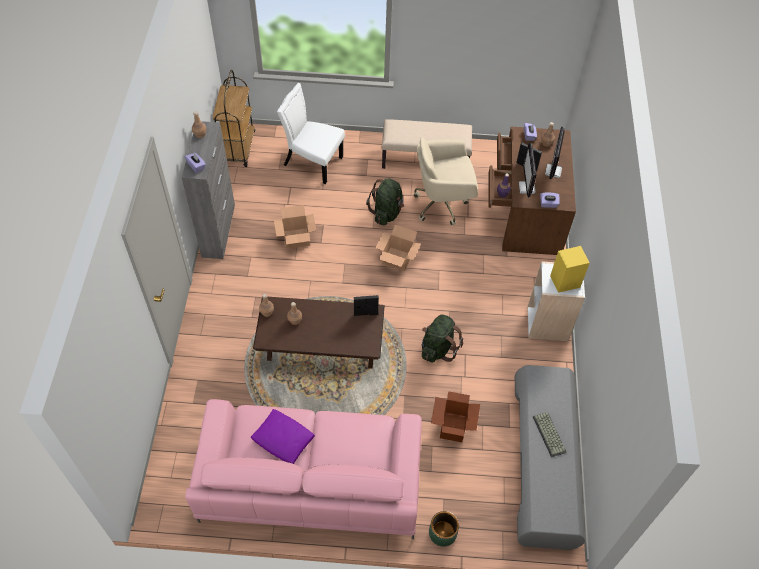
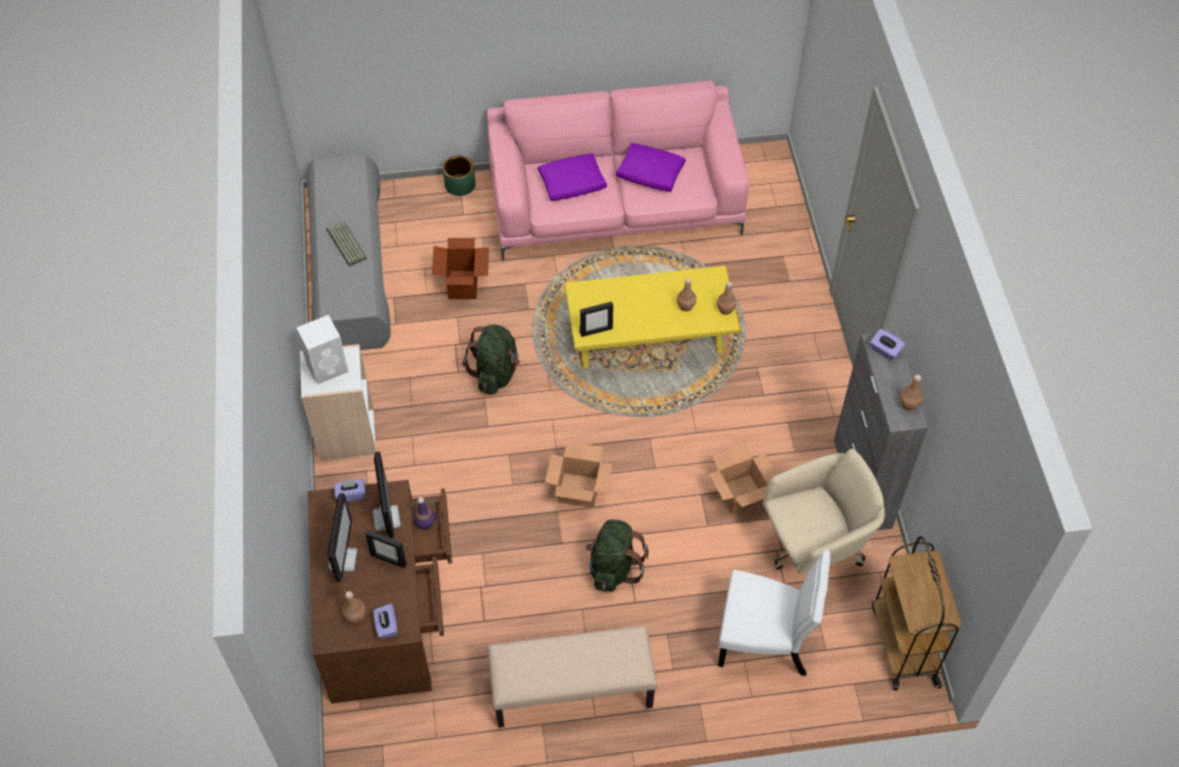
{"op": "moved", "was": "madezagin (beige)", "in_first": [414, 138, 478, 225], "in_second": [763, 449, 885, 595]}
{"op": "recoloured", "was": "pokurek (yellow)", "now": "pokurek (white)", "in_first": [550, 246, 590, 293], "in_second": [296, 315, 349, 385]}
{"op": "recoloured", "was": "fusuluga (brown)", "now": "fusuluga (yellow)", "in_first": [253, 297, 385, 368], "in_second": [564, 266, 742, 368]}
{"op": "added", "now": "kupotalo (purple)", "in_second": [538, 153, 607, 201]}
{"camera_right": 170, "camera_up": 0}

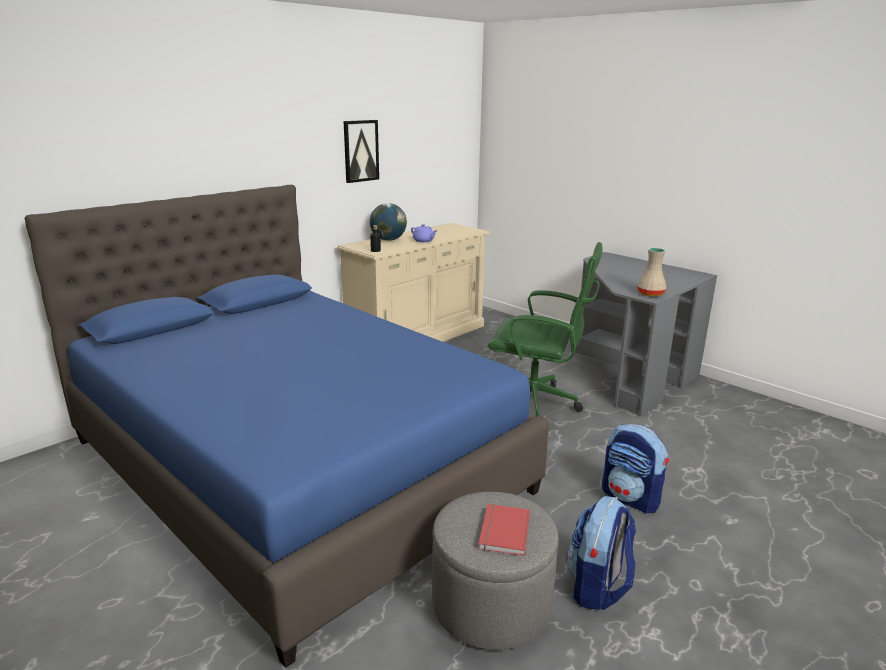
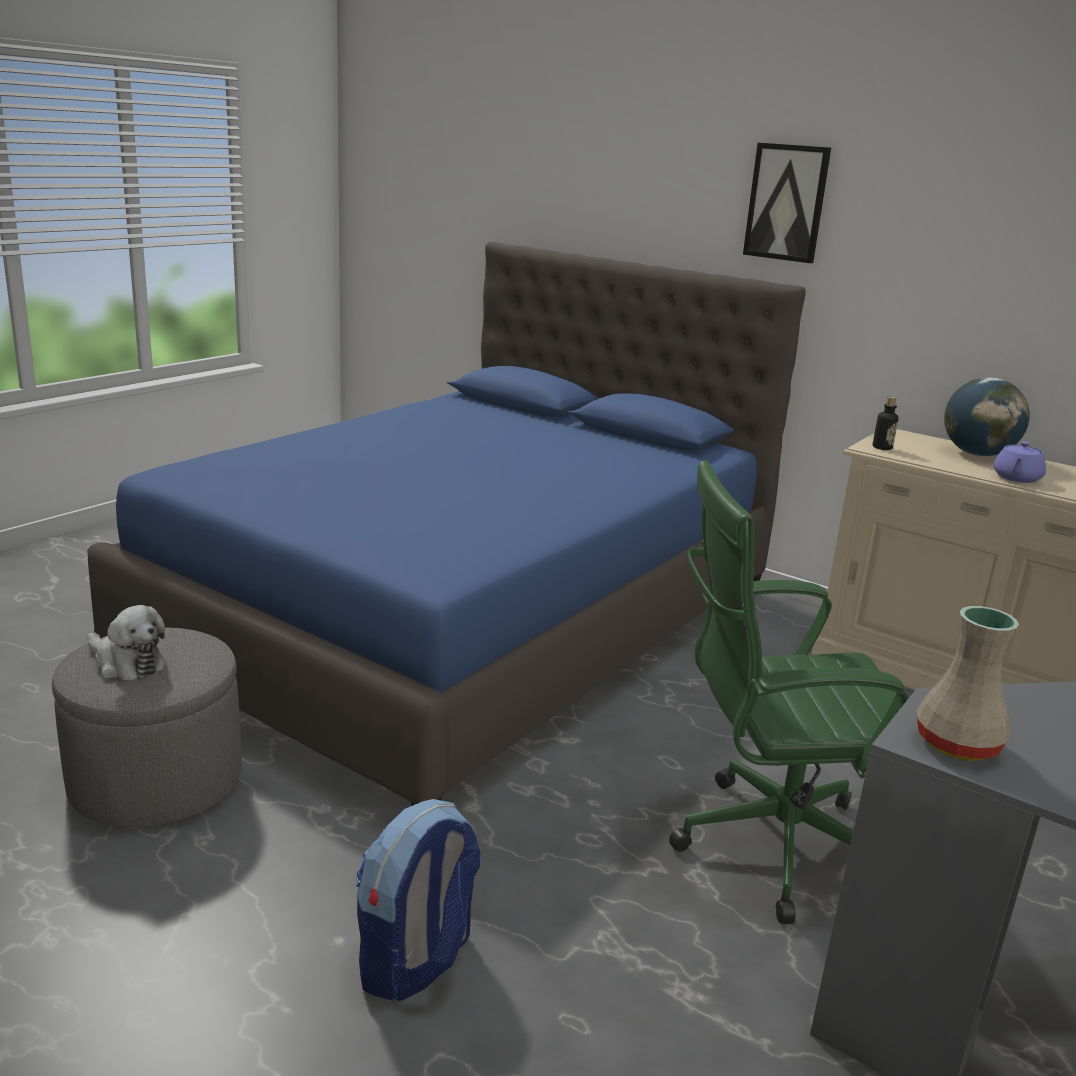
{"op": "moved", "was": "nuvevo", "in_first": [344, 120, 379, 183], "in_second": [743, 143, 831, 263]}
{"op": "turned", "was": "madezagin (green)", "in_first": [488, 242, 603, 417], "in_second": [669, 460, 908, 924], "clockwise": 75}
{"op": "removed", "was": "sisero", "in_first": [566, 496, 636, 610]}
{"op": "replaced", "was": "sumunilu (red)", "now": "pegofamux", "in_first": [478, 504, 530, 556], "in_second": [87, 605, 166, 681]}
{"camera_right": 80, "camera_up": 0}

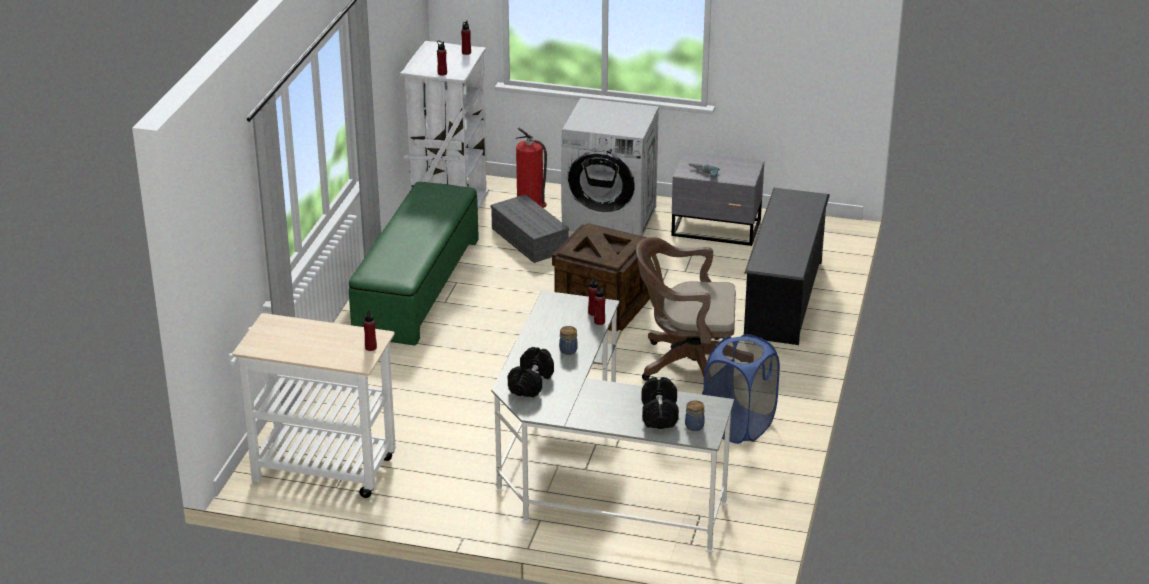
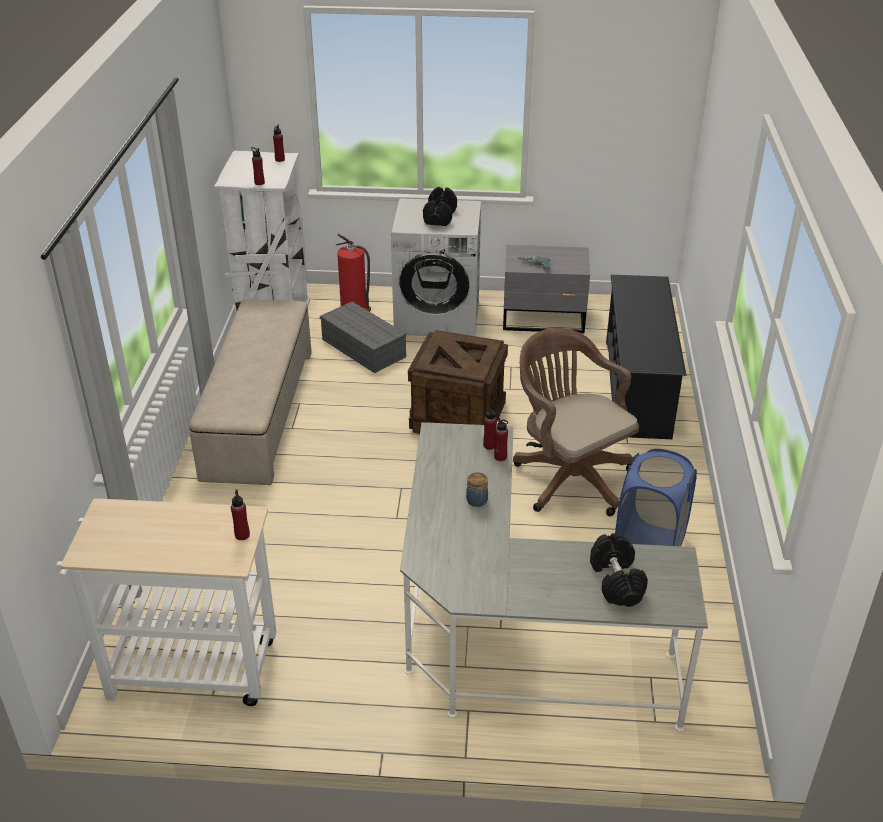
{"op": "recoloured", "was": "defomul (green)", "now": "defomul (beige)", "in_first": [349, 182, 479, 346], "in_second": [189, 299, 312, 485]}
{"op": "turned", "was": "madezagin (brown)", "in_first": [636, 237, 736, 395], "in_second": [513, 328, 639, 516], "clockwise": 60}
{"op": "moved", "was": "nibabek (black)", "in_first": [508, 347, 554, 397], "in_second": [423, 187, 457, 226]}
{"op": "removed", "was": "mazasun", "in_first": [685, 400, 705, 431]}
{"camera_right": -10, "camera_up": 5}

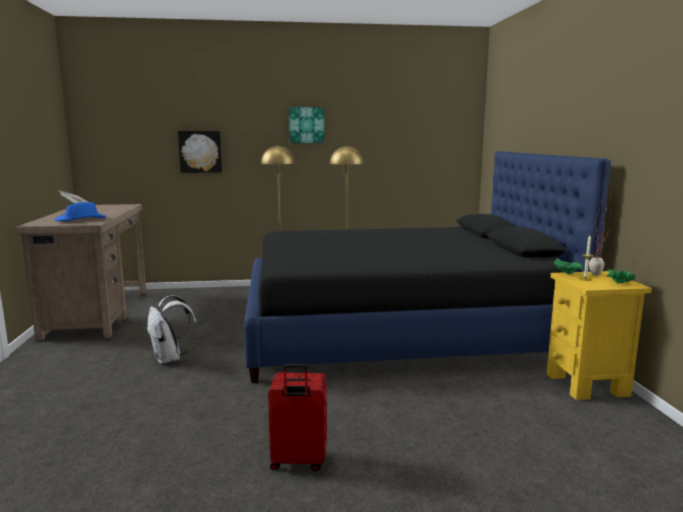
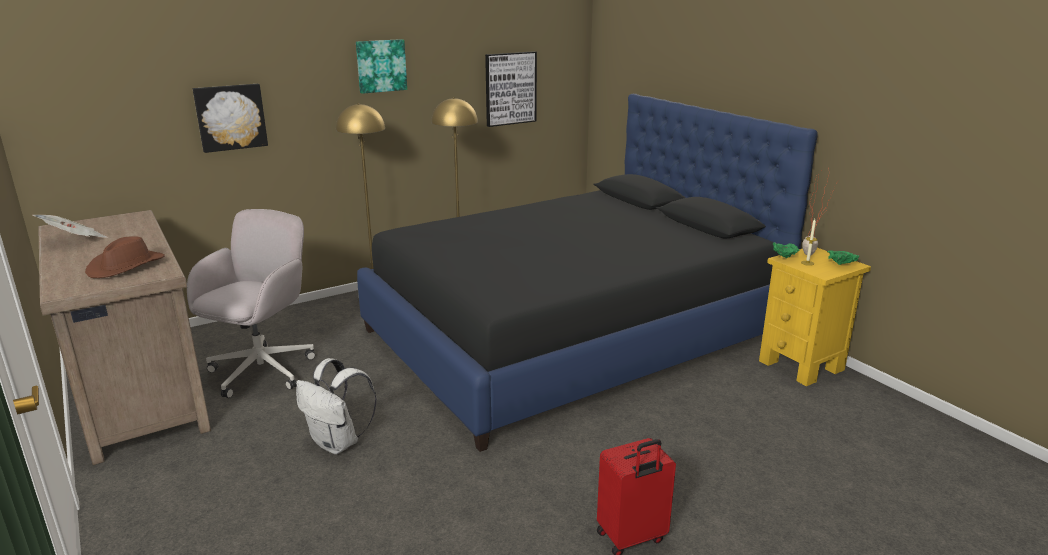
{"op": "recoloured", "was": "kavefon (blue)", "now": "kavefon (brown)", "in_first": [55, 202, 107, 221], "in_second": [85, 236, 165, 278]}
{"op": "added", "now": "nuvevo", "in_second": [485, 51, 537, 127]}
{"op": "added", "now": "madezagin (grey)", "in_second": [187, 209, 315, 398]}
{"camera_right": -25, "camera_up": 10}

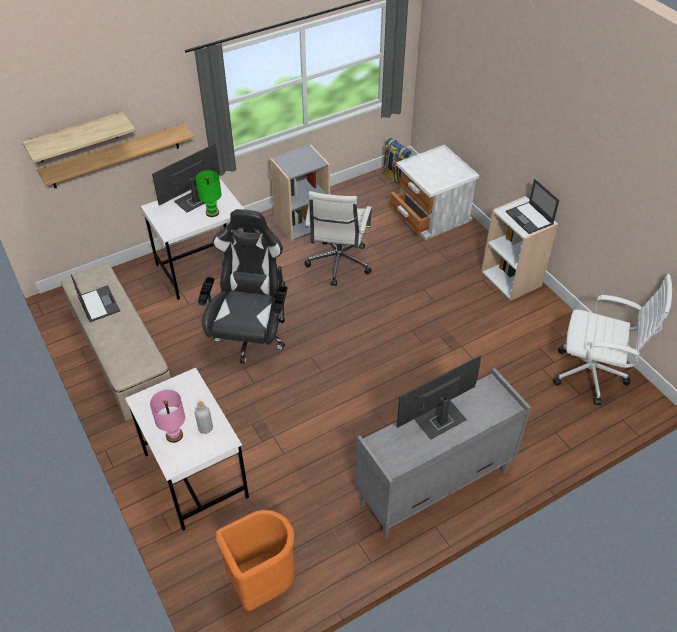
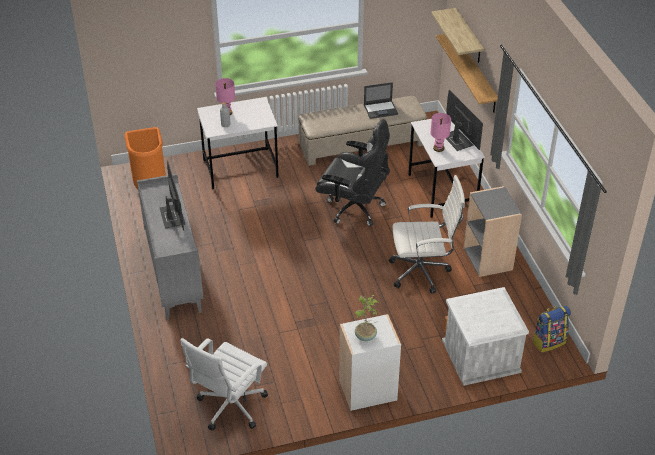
{"op": "recoloured", "was": "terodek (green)", "now": "terodek (pink)", "in_first": [195, 170, 222, 217], "in_second": [430, 113, 451, 152]}
{"op": "replaced", "was": "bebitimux", "now": "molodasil", "in_first": [506, 179, 559, 234], "in_second": [355, 295, 379, 341]}
{"op": "turned", "was": "madezagin (white)", "in_first": [304, 191, 372, 286], "in_second": [389, 175, 465, 294], "clockwise": 150}
{"camera_right": 105, "camera_up": -5}

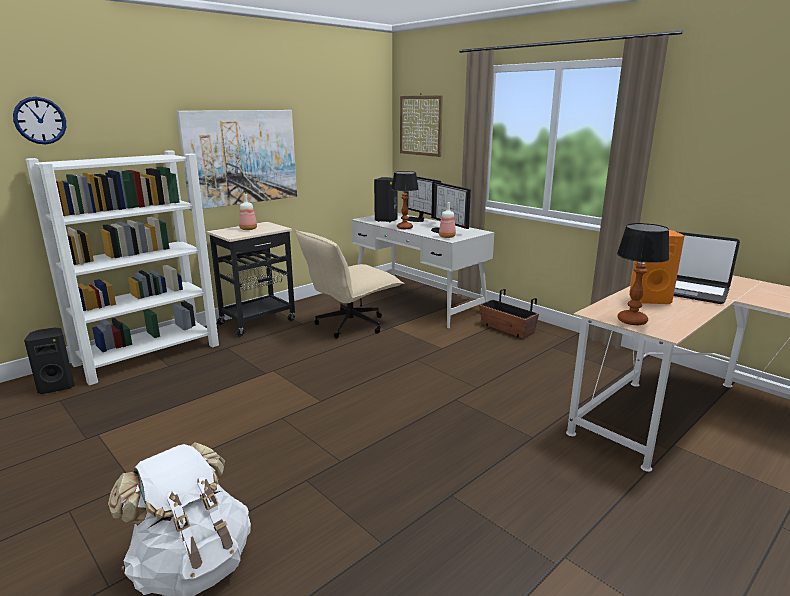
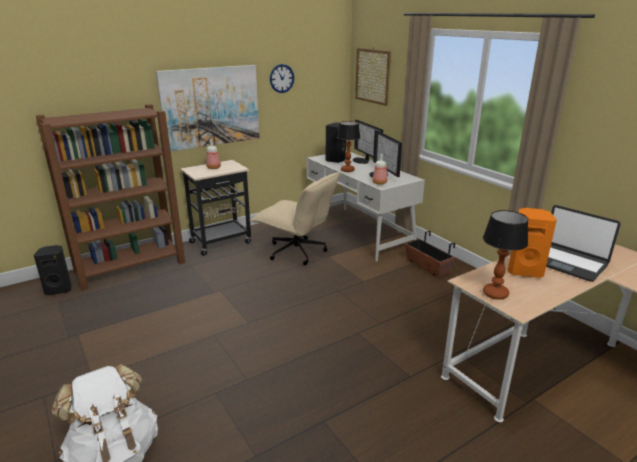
{"op": "moved", "was": "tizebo", "in_first": [13, 97, 66, 144], "in_second": [270, 64, 294, 93]}
{"op": "recoloured", "was": "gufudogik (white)", "now": "gufudogik (brown)", "in_first": [26, 150, 219, 385], "in_second": [36, 104, 185, 291]}
{"op": "turned", "was": "madezagin (beige)", "in_first": [295, 230, 404, 339], "in_second": [249, 172, 341, 265], "clockwise": -120}
{"camera_right": 10, "camera_up": 5}

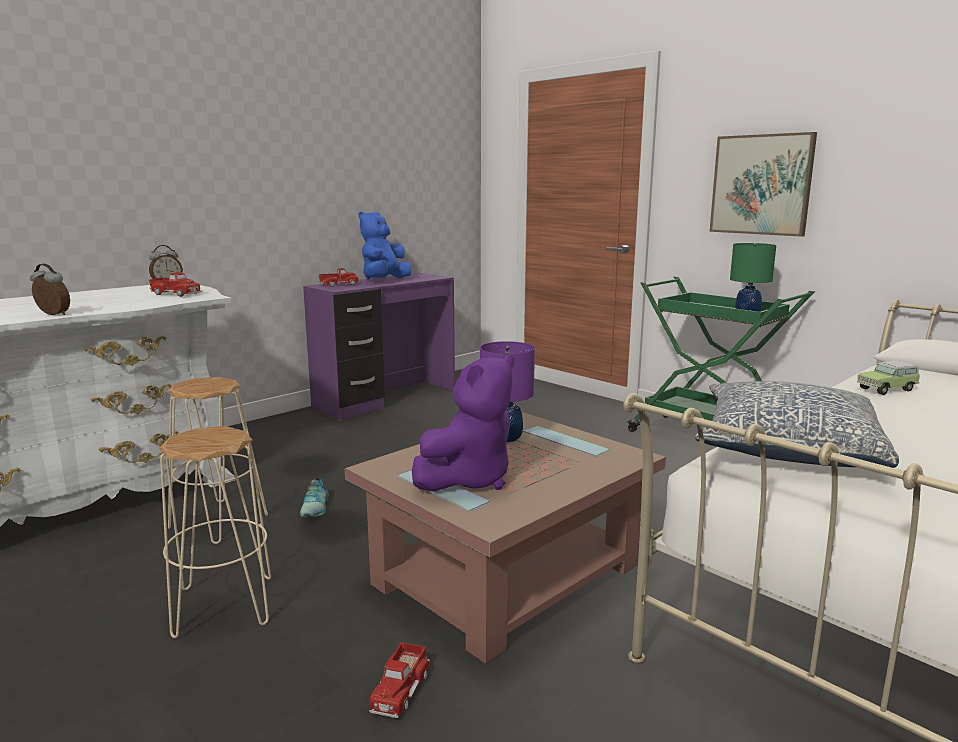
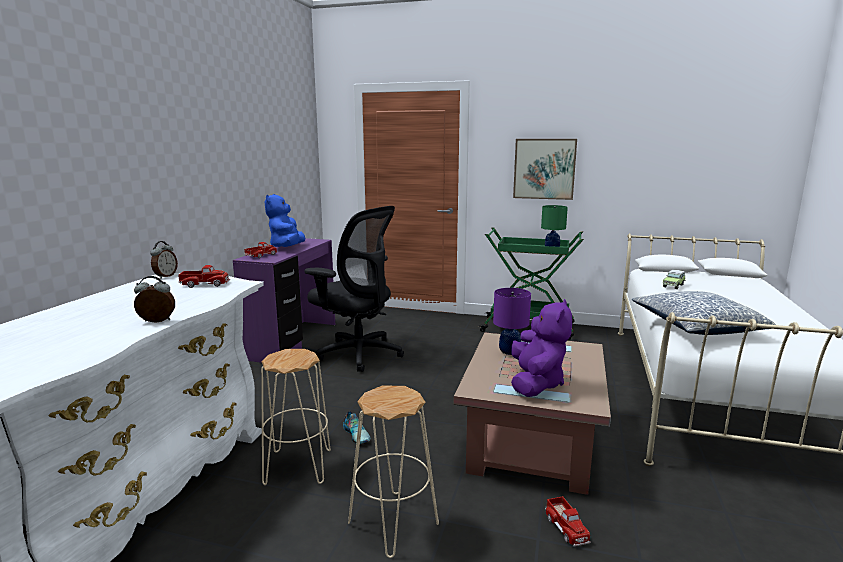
{"op": "added", "now": "madezagin (black)", "in_second": [305, 206, 404, 372]}
{"camera_right": -30, "camera_up": 0}

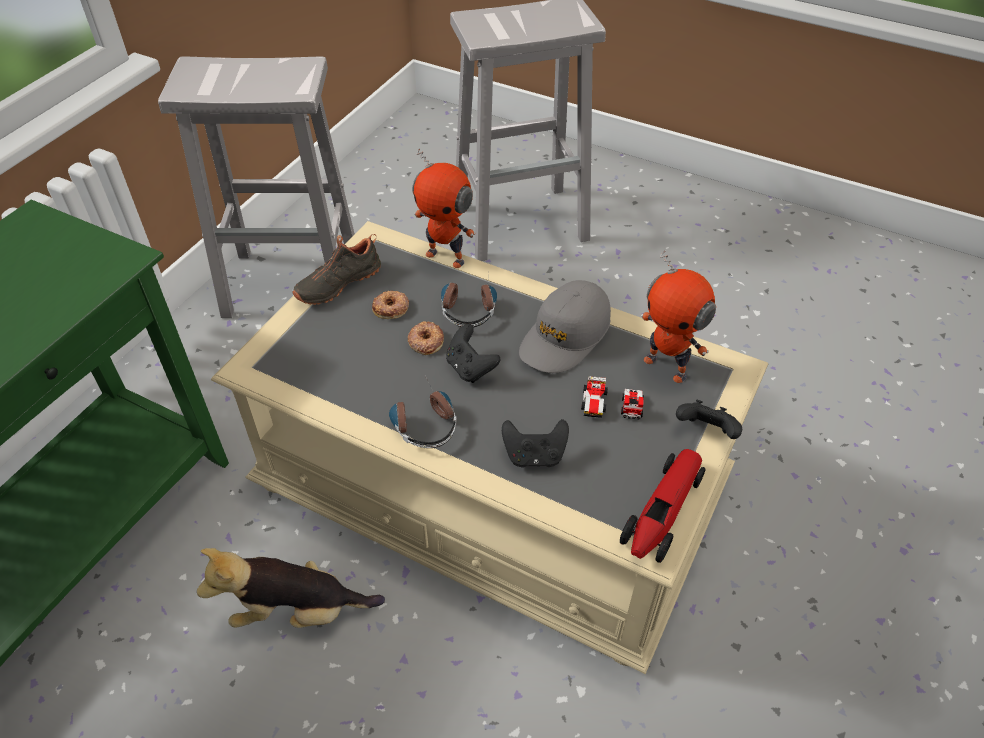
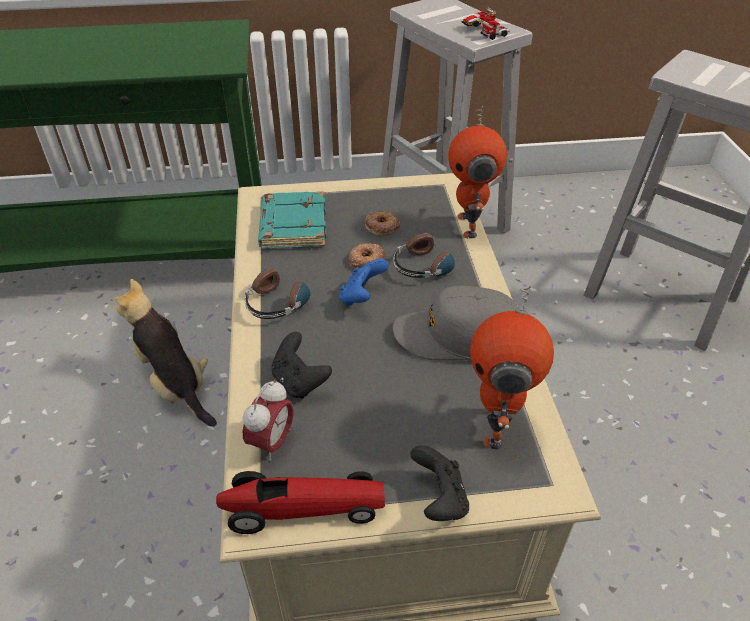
{"op": "removed", "was": "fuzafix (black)", "in_first": [293, 234, 381, 305]}
{"op": "recoloured", "was": "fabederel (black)", "now": "fabederel (blue)", "in_first": [446, 324, 500, 383], "in_second": [339, 259, 389, 306]}
{"op": "moved", "was": "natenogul", "in_first": [581, 376, 644, 420], "in_second": [461, 8, 510, 40]}
{"op": "added", "now": "sumunilu (turquoise)", "in_second": [258, 191, 327, 249]}
{"op": "added", "now": "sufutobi", "in_second": [243, 380, 294, 461]}
{"camera_right": 55, "camera_up": -5}

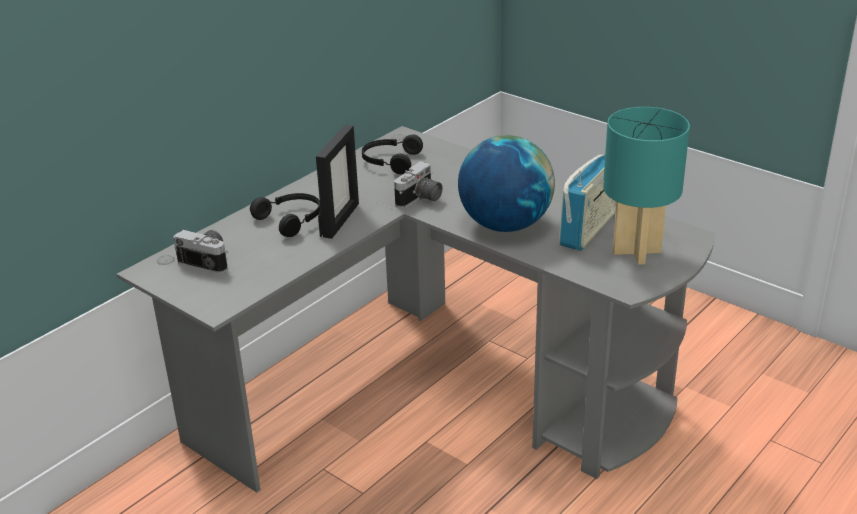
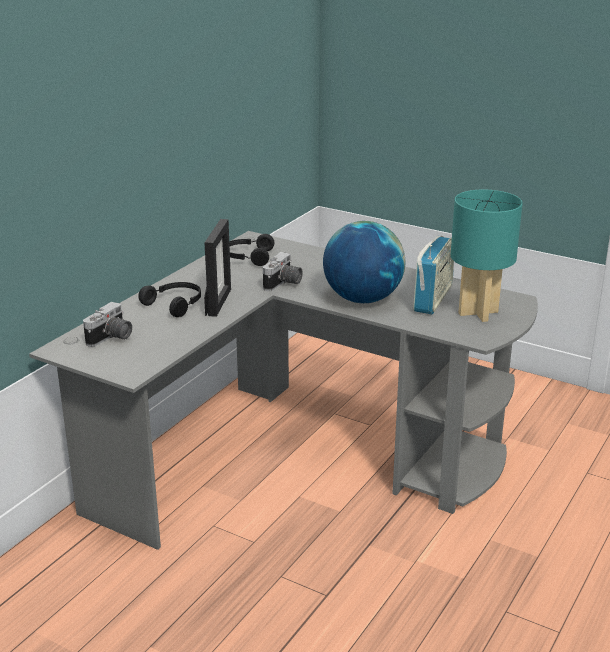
{"op": "turned", "was": "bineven", "in_first": [174, 230, 228, 274], "in_second": [83, 302, 132, 347], "clockwise": 105}
{"camera_right": -10, "camera_up": -5}

